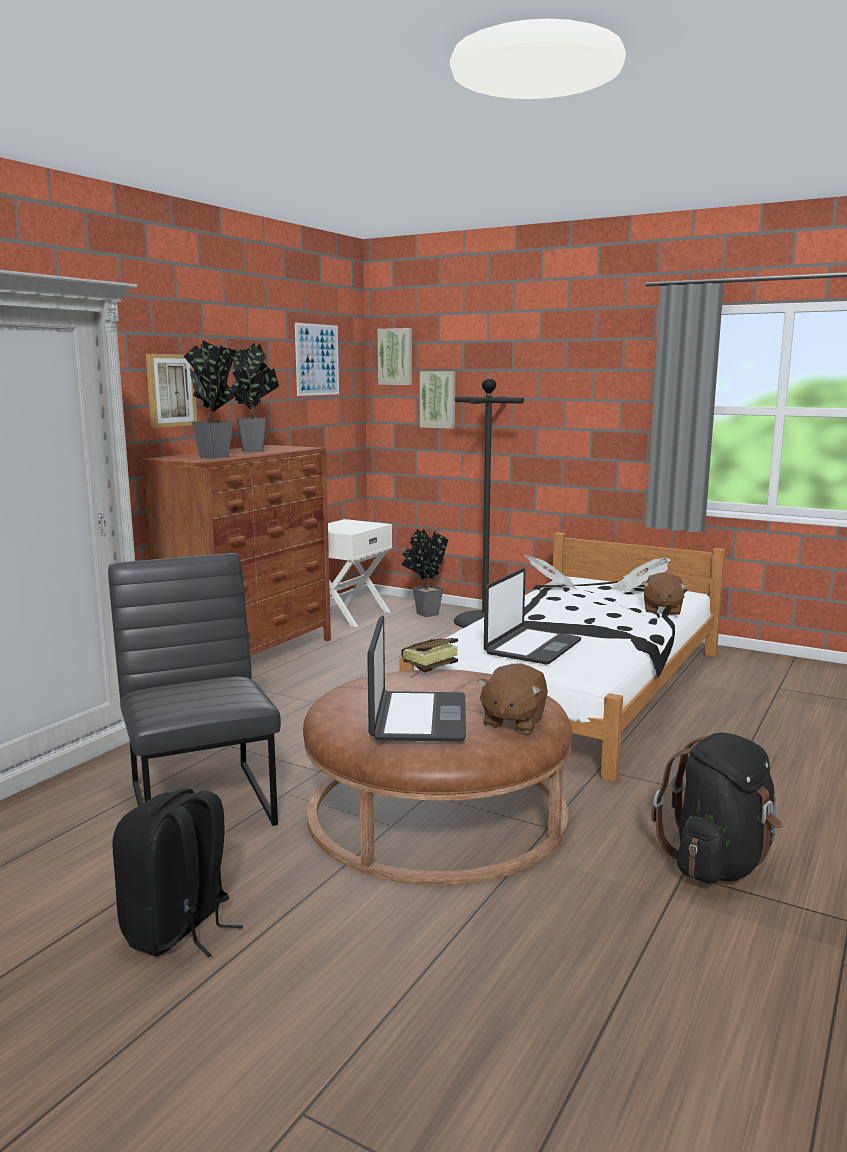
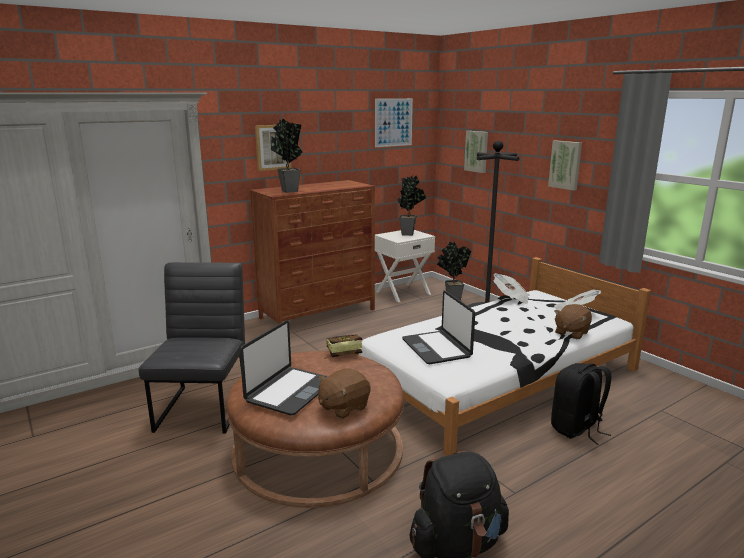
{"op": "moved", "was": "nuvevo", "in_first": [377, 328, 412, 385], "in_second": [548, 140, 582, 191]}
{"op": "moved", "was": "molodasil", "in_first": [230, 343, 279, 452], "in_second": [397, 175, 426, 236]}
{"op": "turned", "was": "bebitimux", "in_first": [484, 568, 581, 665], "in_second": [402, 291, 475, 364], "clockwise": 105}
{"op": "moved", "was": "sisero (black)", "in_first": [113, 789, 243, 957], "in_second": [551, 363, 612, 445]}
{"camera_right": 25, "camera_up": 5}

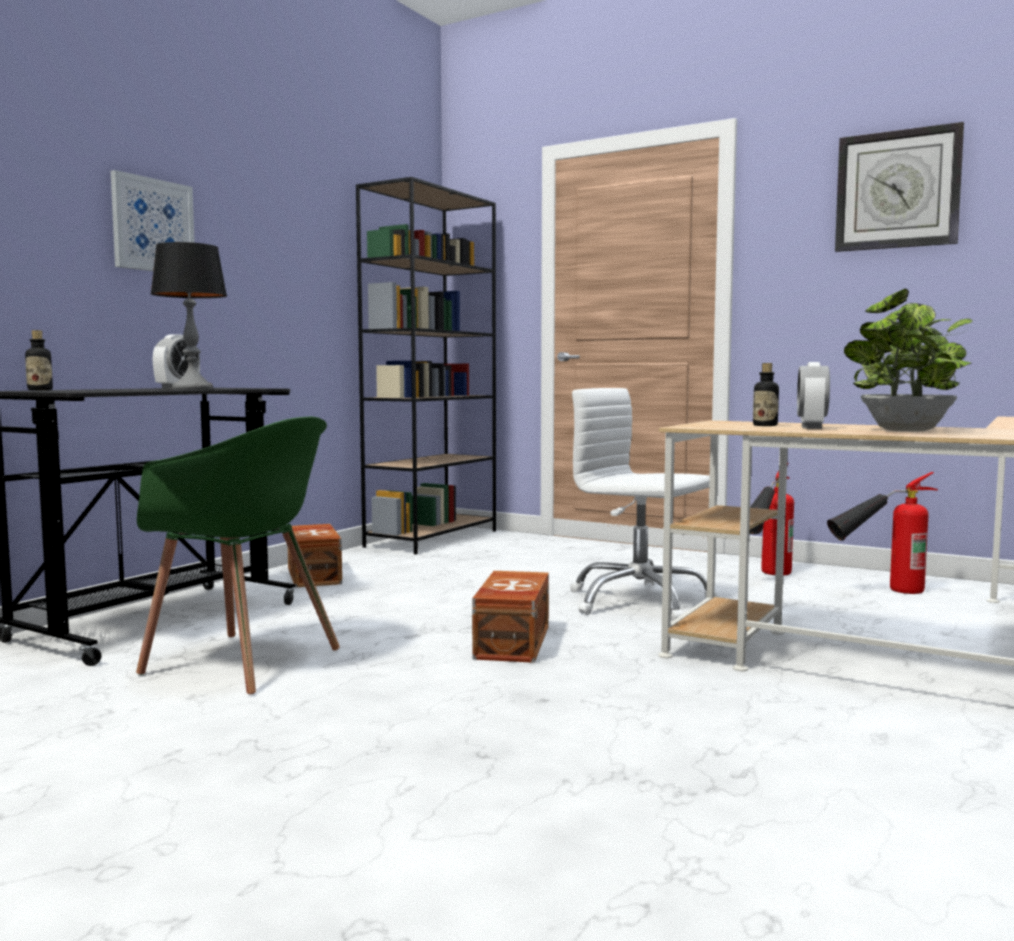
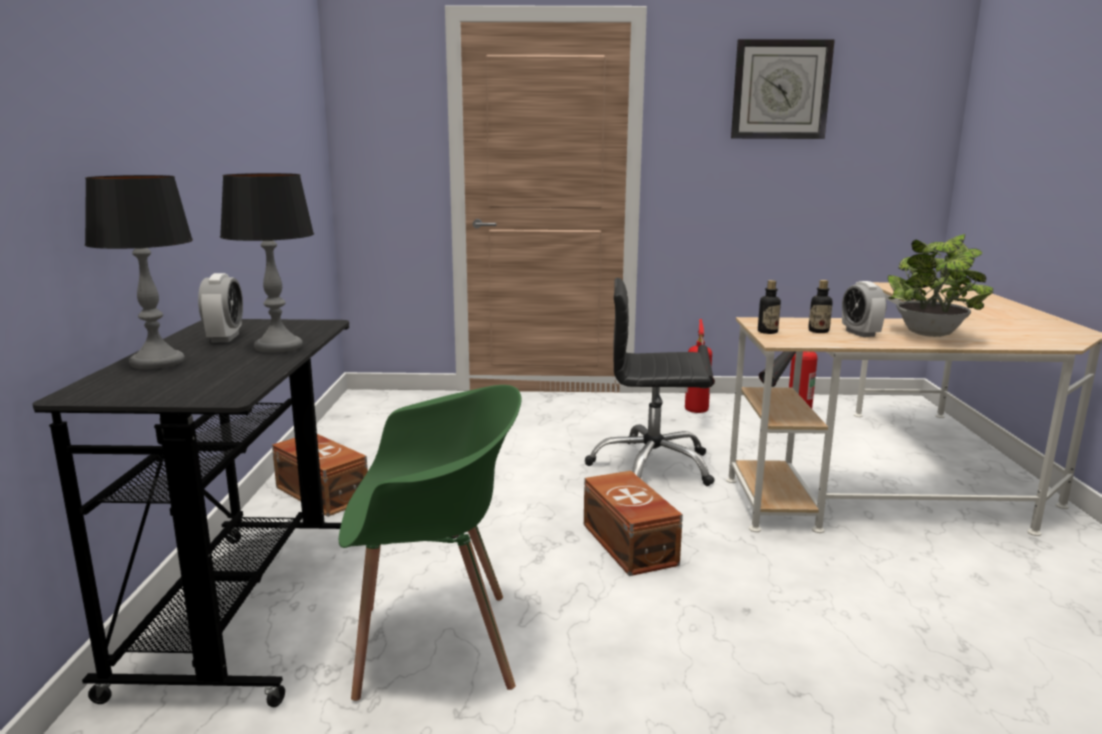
{"op": "removed", "was": "nuvevo", "in_first": [111, 170, 195, 271]}
{"op": "removed", "was": "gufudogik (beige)", "in_first": [356, 177, 496, 554]}
{"op": "moved", "was": "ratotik", "in_first": [25, 330, 53, 390], "in_second": [758, 280, 781, 334]}
{"op": "recoloured", "was": "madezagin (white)", "now": "madezagin (black)", "in_first": [570, 388, 718, 621], "in_second": [585, 278, 715, 486]}
{"op": "added", "now": "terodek", "in_second": [85, 175, 193, 369]}
{"camera_right": -30, "camera_up": 10}

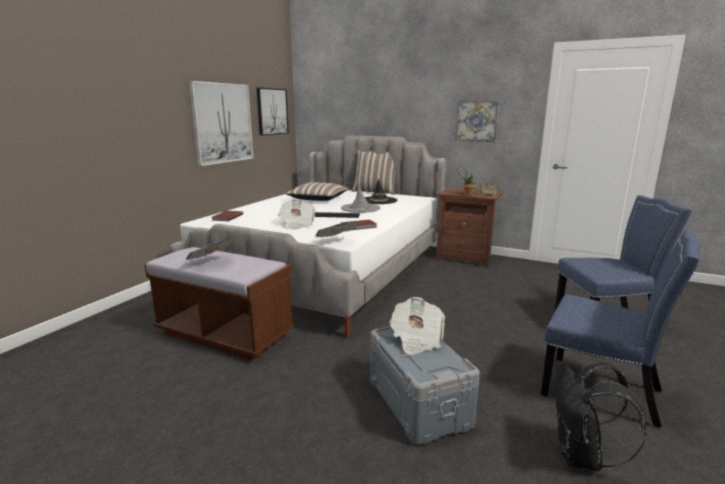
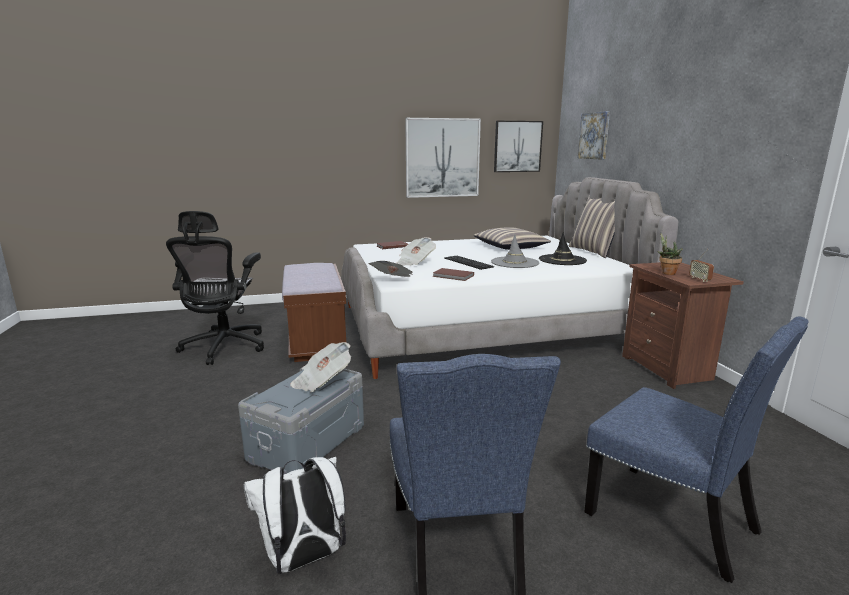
{"op": "moved", "was": "nuvevo", "in_first": [455, 100, 499, 142], "in_second": [578, 111, 610, 160]}
{"op": "removed", "was": "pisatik", "in_first": [186, 239, 233, 260]}
{"op": "recoloured", "was": "sisero (black)", "now": "sisero (white)", "in_first": [556, 362, 646, 471], "in_second": [243, 457, 346, 574]}
{"op": "added", "now": "madezagin", "in_second": [166, 211, 264, 365]}
{"camera_right": 50, "camera_up": 0}

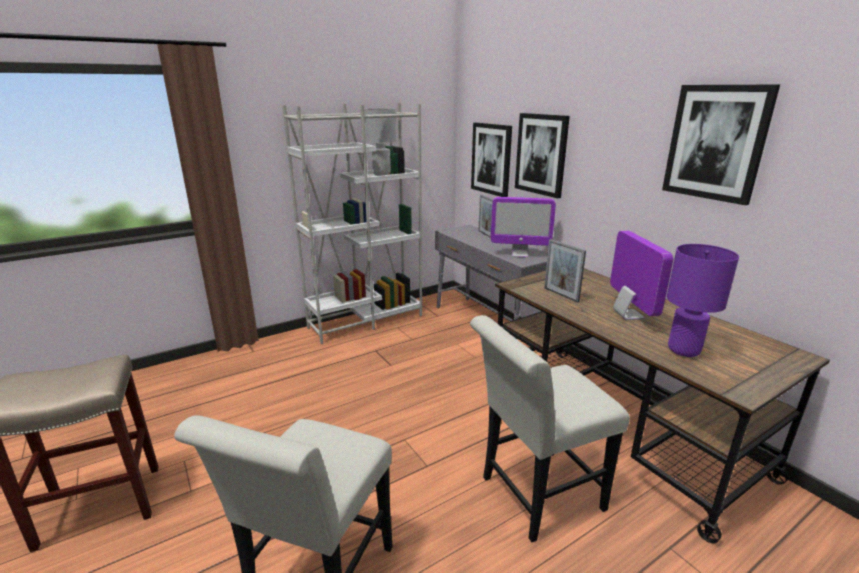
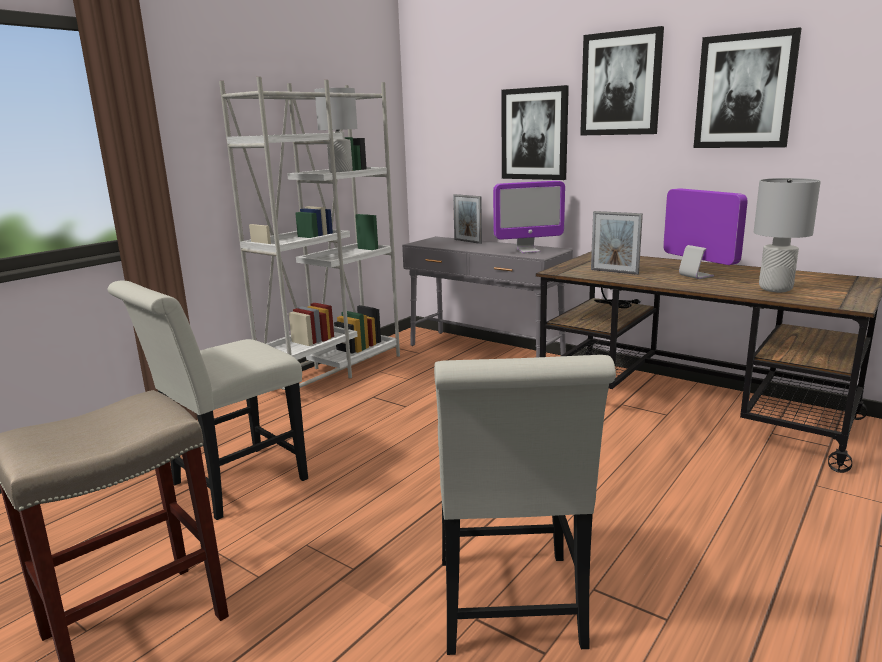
{"op": "moved", "was": "nuvevo", "in_first": [471, 123, 512, 197], "in_second": [580, 26, 664, 136]}
{"op": "recoloured", "was": "terodek (purple)", "now": "terodek (grey)", "in_first": [667, 244, 739, 357], "in_second": [754, 178, 821, 292]}
{"op": "moved", "was": "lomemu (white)", "in_first": [470, 315, 630, 542], "in_second": [107, 281, 308, 520]}
{"camera_right": -20, "camera_up": -5}

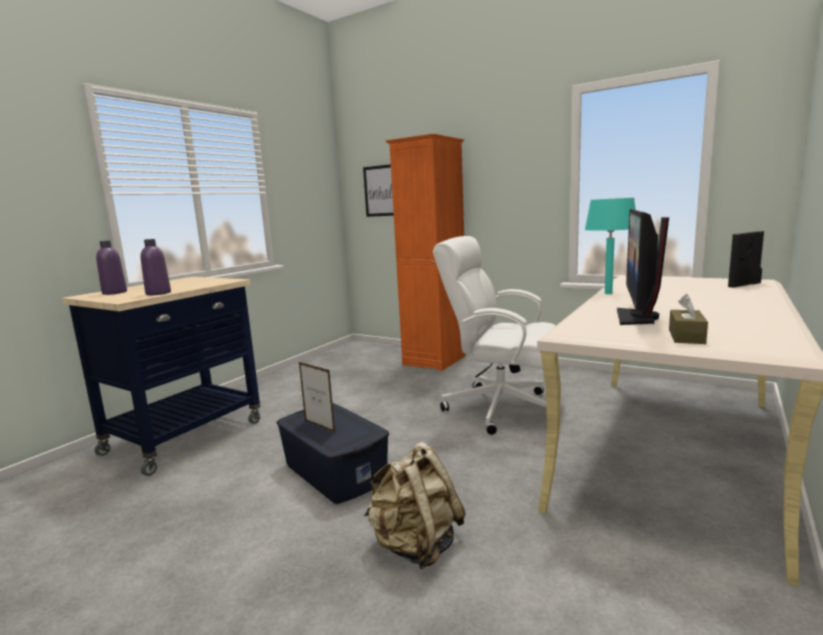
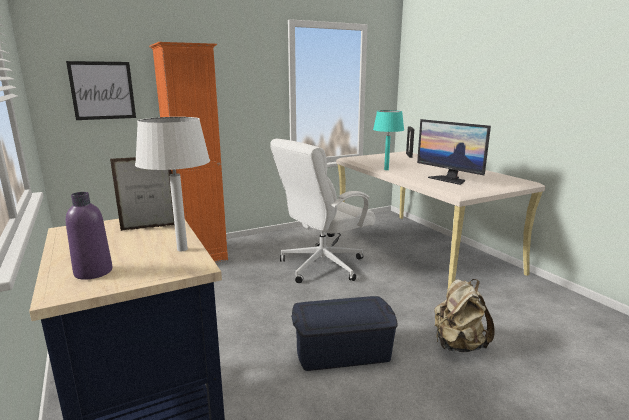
{"op": "replaced", "was": "ratotik (purple)", "now": "terodek (white)", "in_first": [140, 239, 171, 295], "in_second": [135, 117, 210, 251]}
{"op": "removed", "was": "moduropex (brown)", "in_first": [669, 294, 708, 344]}
{"op": "moved", "was": "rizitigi", "in_first": [299, 362, 335, 433], "in_second": [110, 157, 175, 231]}
{"camera_right": -60, "camera_up": 5}

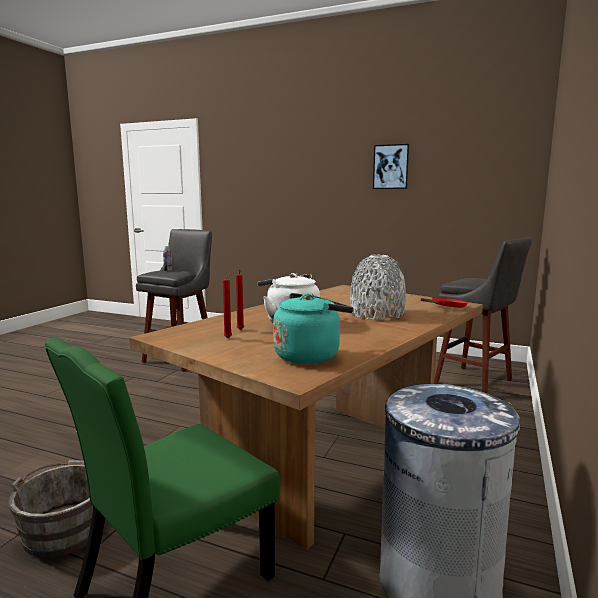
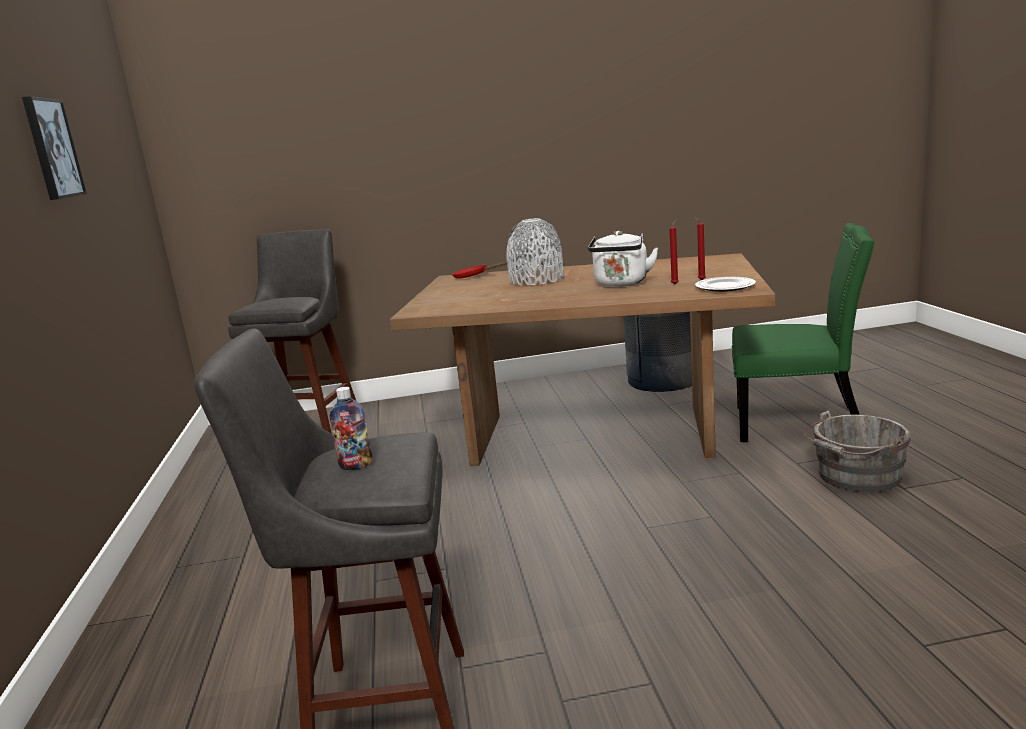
{"op": "removed", "was": "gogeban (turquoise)", "in_first": [273, 293, 354, 364]}
{"op": "added", "now": "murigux", "in_second": [695, 277, 756, 292]}
{"camera_right": -120, "camera_up": 5}

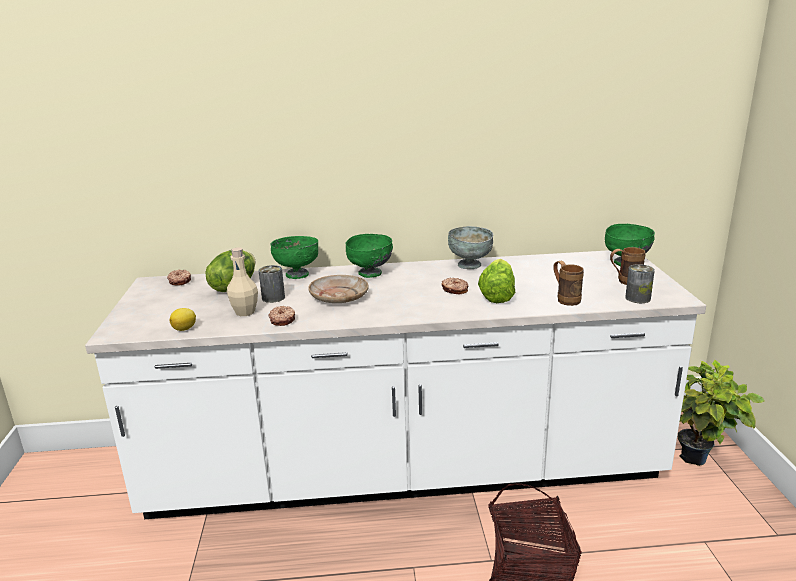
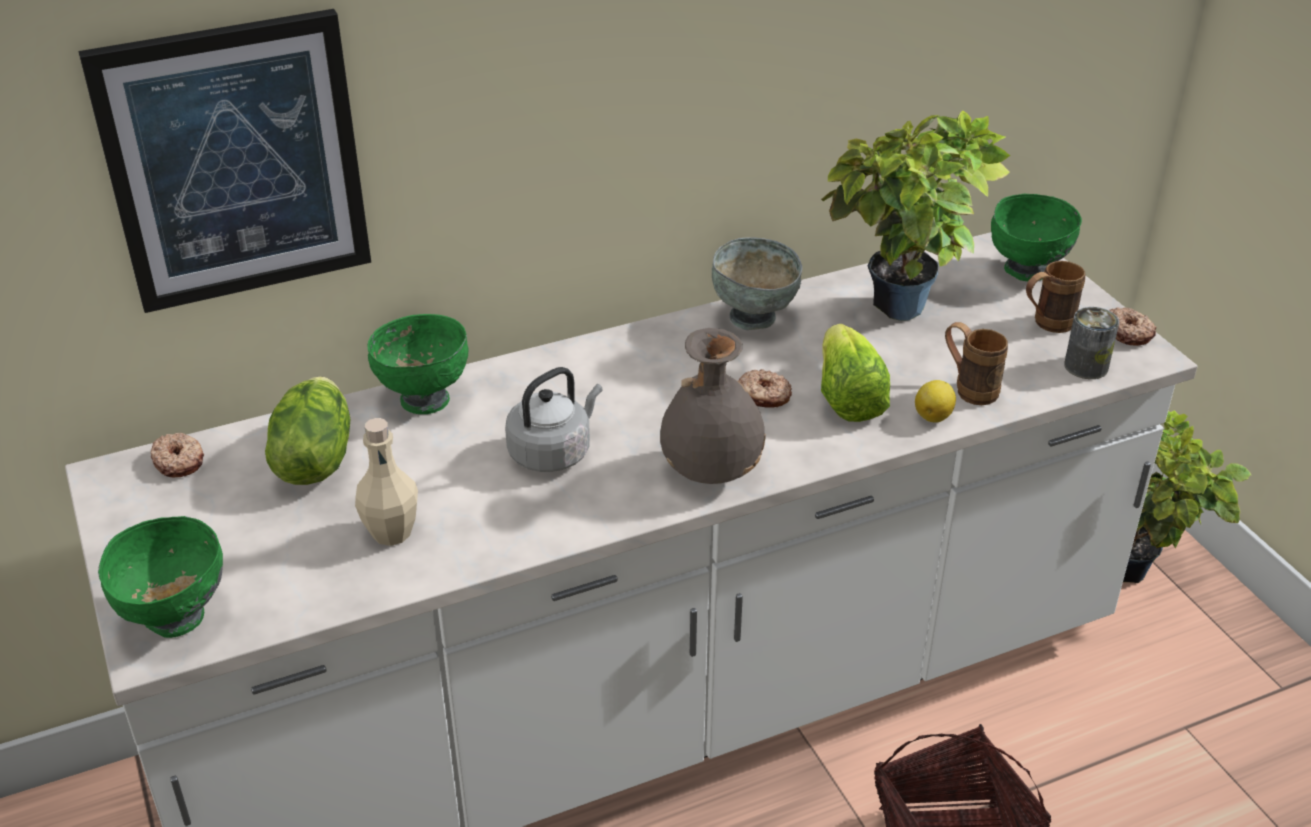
{"op": "moved", "was": "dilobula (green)", "in_first": [346, 234, 393, 278], "in_second": [98, 516, 223, 638]}
{"op": "removed", "was": "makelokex", "in_first": [258, 265, 285, 303]}
{"op": "replaced", "was": "murigux (beige)", "now": "gogeban (grey)", "in_first": [308, 275, 369, 303], "in_second": [505, 367, 603, 472]}
{"op": "moved", "was": "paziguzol", "in_first": [268, 306, 295, 326], "in_second": [1109, 308, 1156, 346]}
{"op": "moved", "was": "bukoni", "in_first": [170, 308, 196, 331], "in_second": [915, 380, 956, 423]}
{"op": "added", "now": "nuvevo", "in_second": [78, 9, 371, 313]}
{"op": "added", "now": "molodasil", "in_second": [821, 110, 1010, 321]}
{"op": "added", "now": "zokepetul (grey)", "in_second": [660, 328, 766, 484]}
{"camera_right": -20, "camera_up": 15}

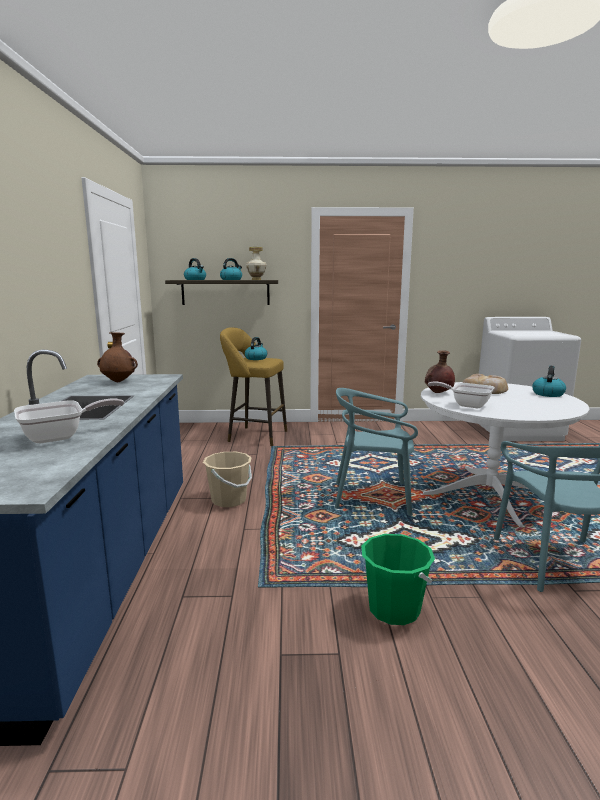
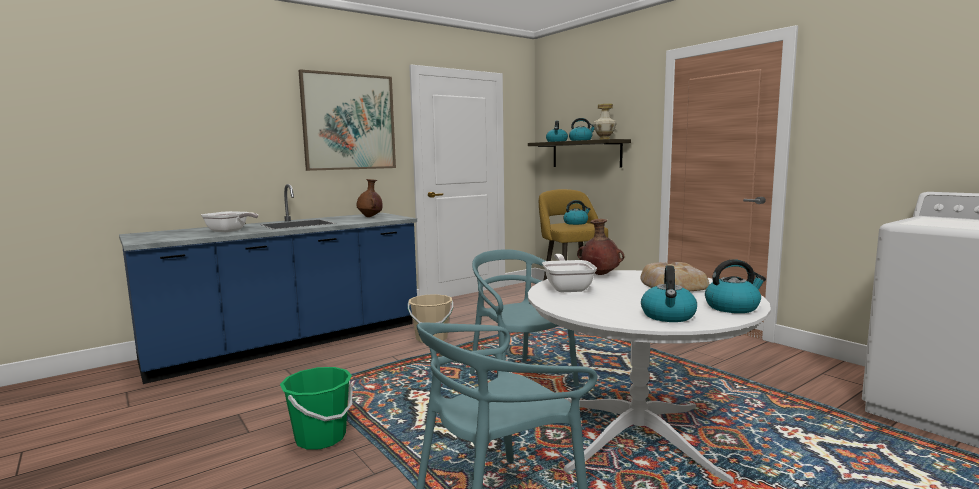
{"op": "added", "now": "nuvevo", "in_second": [298, 69, 396, 171]}
{"op": "added", "now": "gogeban", "in_second": [641, 265, 697, 322]}
{"camera_right": 55, "camera_up": -5}

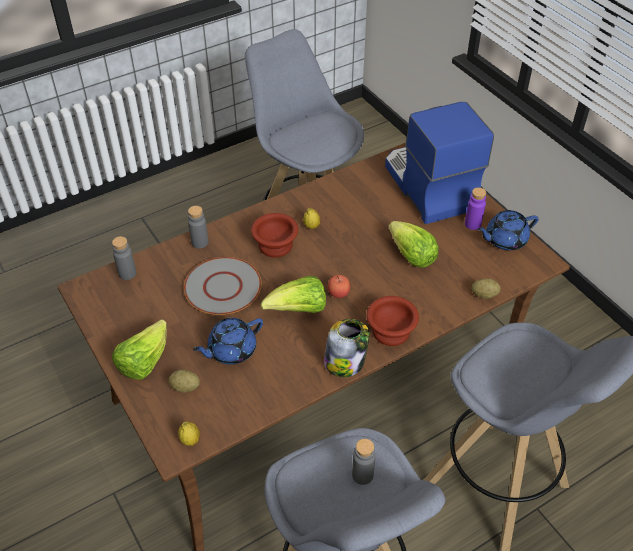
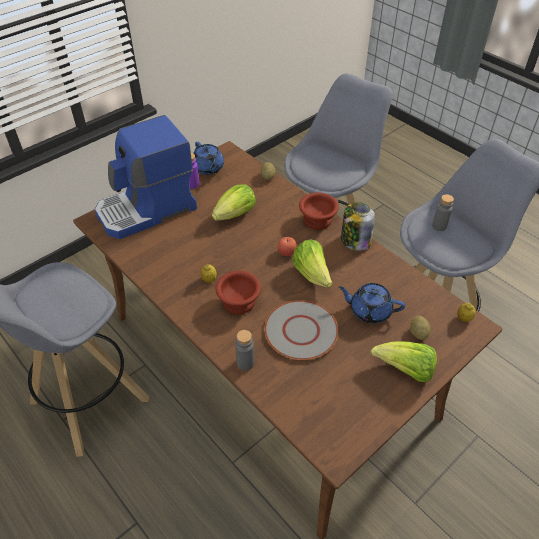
{"op": "removed", "was": "ratotik (grey)", "in_first": [112, 236, 137, 280]}
{"op": "turned", "was": "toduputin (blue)", "in_first": [193, 318, 263, 365], "in_second": [338, 283, 405, 323], "clockwise": 150}
{"camera_right": -100, "camera_up": 0}

